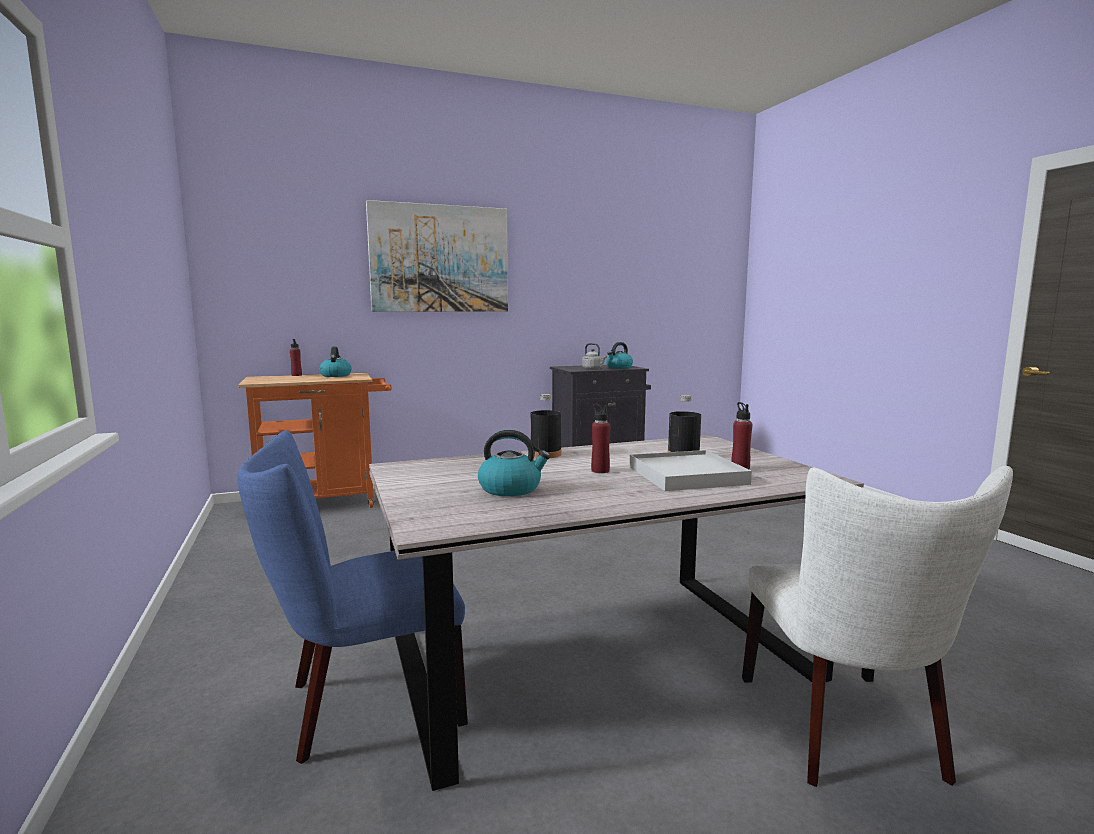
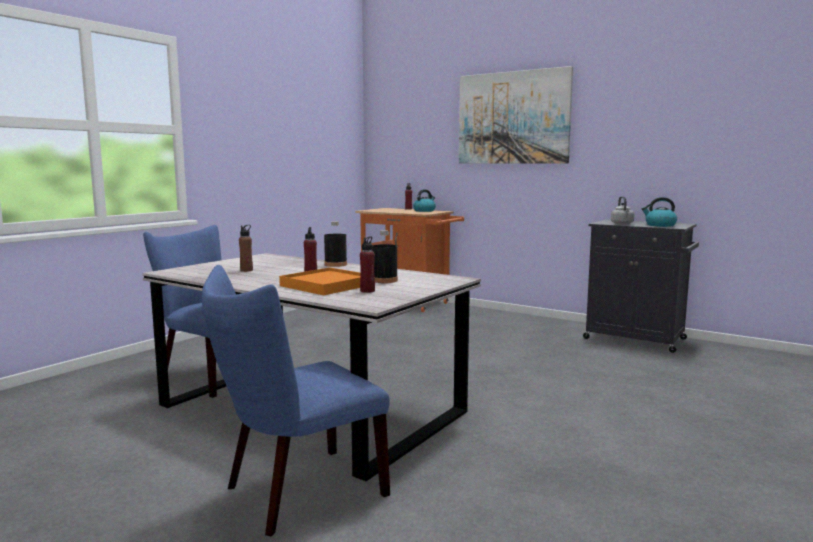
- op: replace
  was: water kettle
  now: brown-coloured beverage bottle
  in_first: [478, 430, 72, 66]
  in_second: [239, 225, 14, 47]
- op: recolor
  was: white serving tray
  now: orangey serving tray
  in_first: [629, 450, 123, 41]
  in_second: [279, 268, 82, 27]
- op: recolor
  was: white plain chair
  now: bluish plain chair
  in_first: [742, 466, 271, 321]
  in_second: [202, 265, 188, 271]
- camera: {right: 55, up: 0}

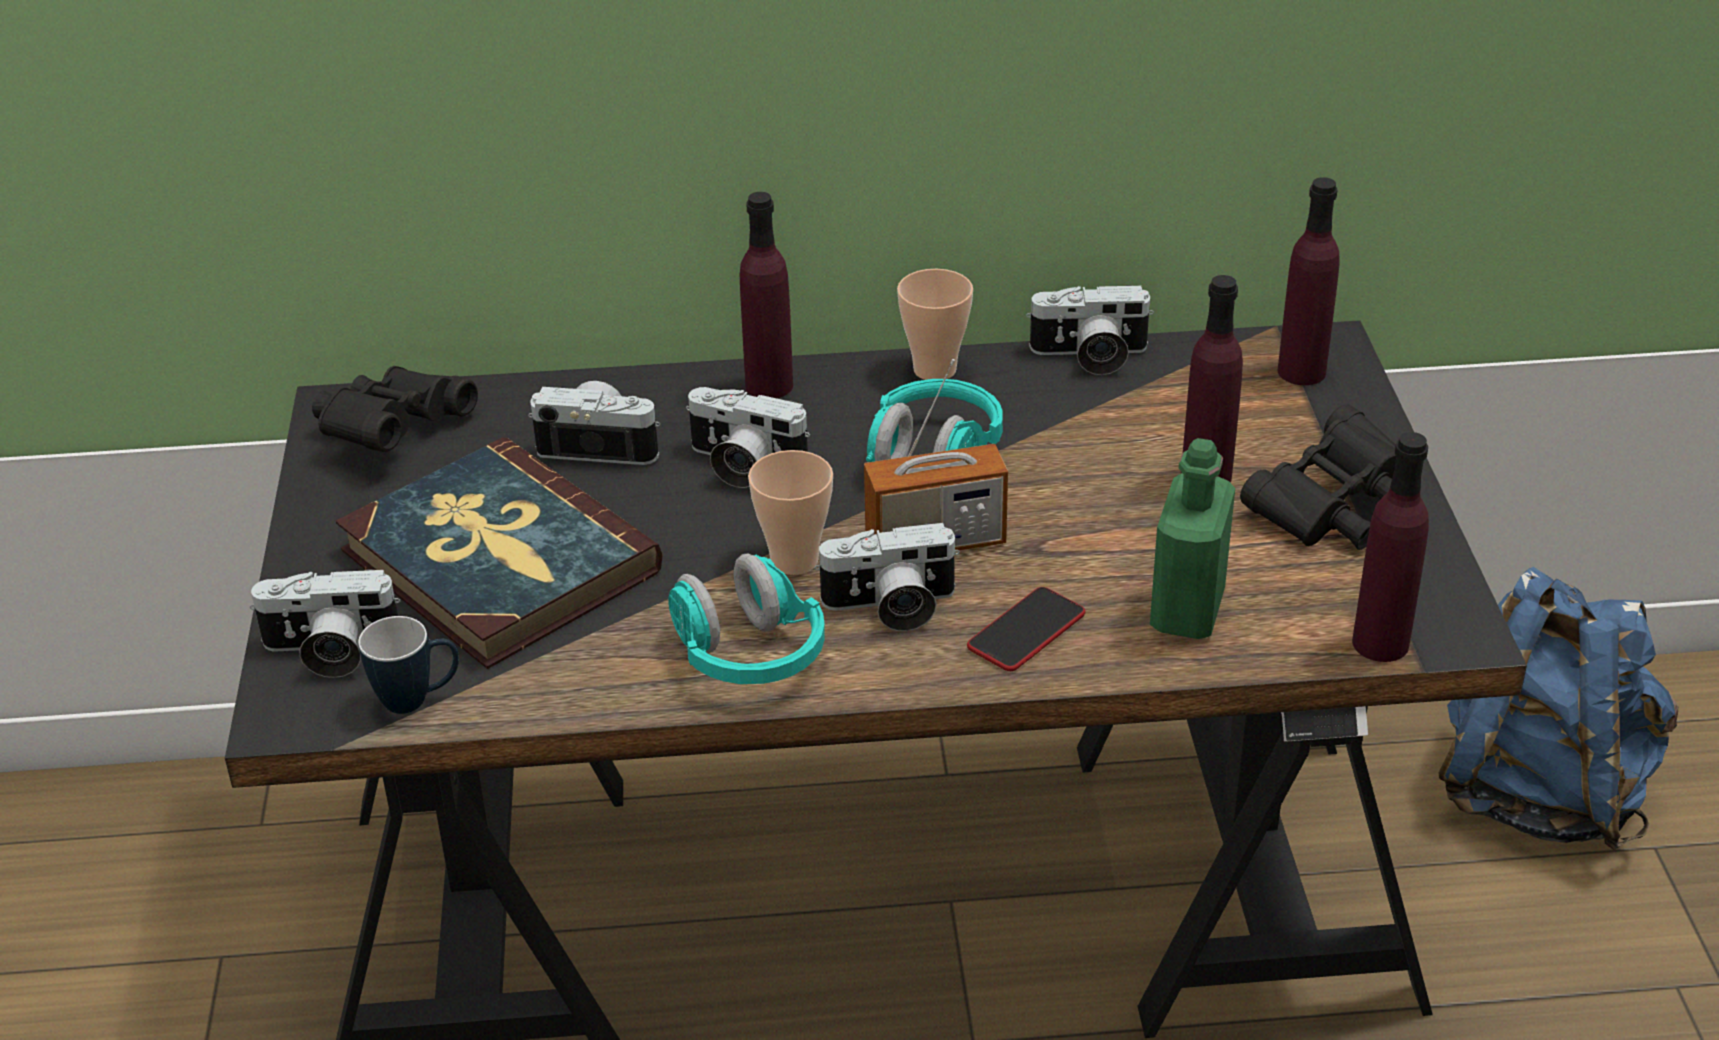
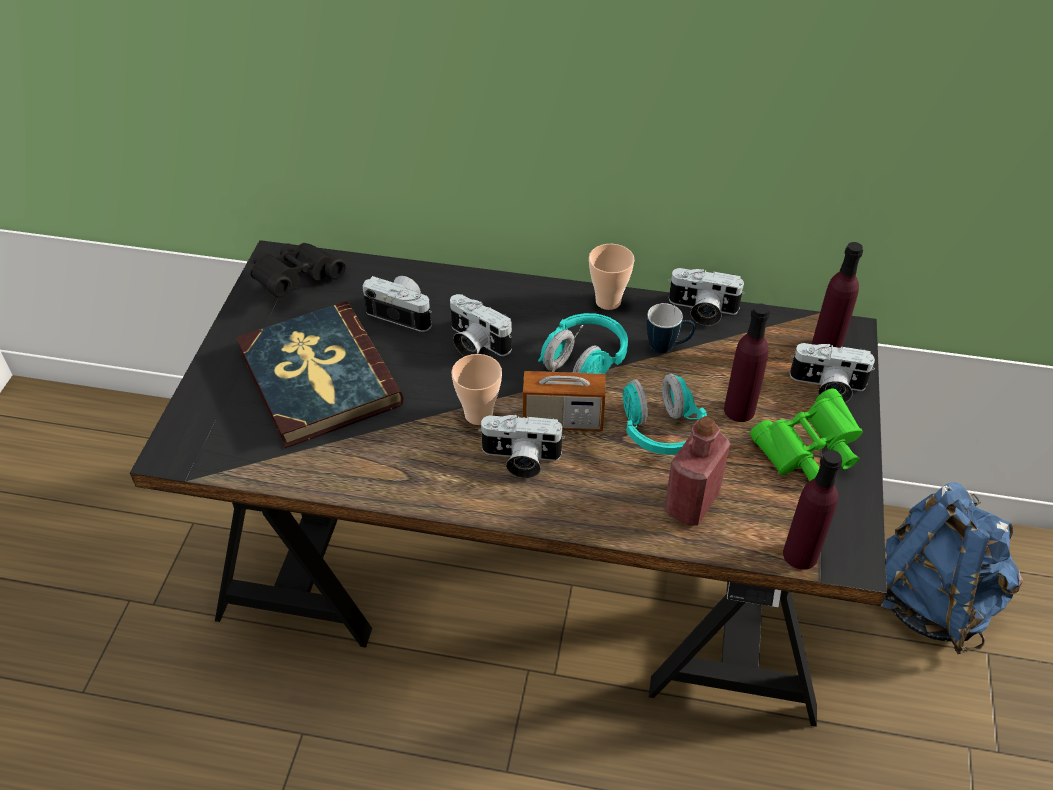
- op: delete
  was: purple beverage bottle
  in_first: [740, 192, 53, 206]
- op: recolor
  was: black field glasses
  now: green-coloured field glasses
  in_first: [1240, 404, 156, 146]
  in_second: [750, 389, 113, 92]
- op: recolor
  was: green-coloured beverage bottle
  now: reddish beverage bottle
  in_first: [1150, 438, 85, 201]
  in_second: [664, 416, 66, 110]
- op: move
  was: turquoise pair of headphones
  in_first: [668, 554, 156, 130]
  in_second: [623, 373, 84, 82]
- op: move
  was: still camera
  in_first: [249, 569, 151, 109]
  in_second: [789, 343, 86, 60]
- op: delete
  was: handset
  in_first: [967, 587, 118, 84]
- op: move
  was: tea mug
  in_first: [358, 616, 101, 98]
  in_second: [647, 303, 48, 50]
- camera: {right: 15, up: 10}

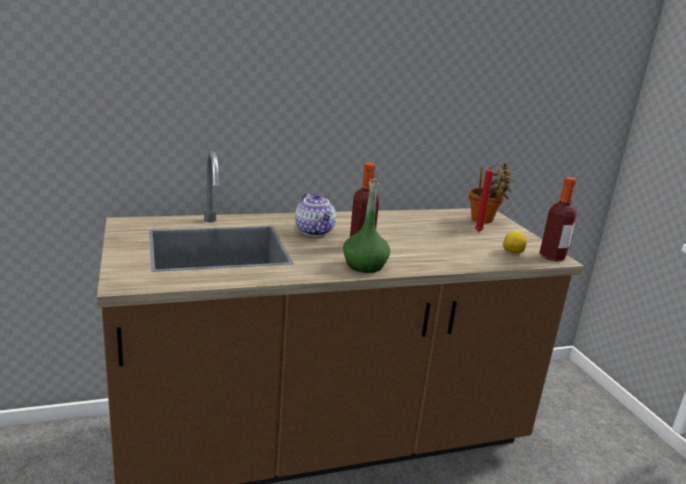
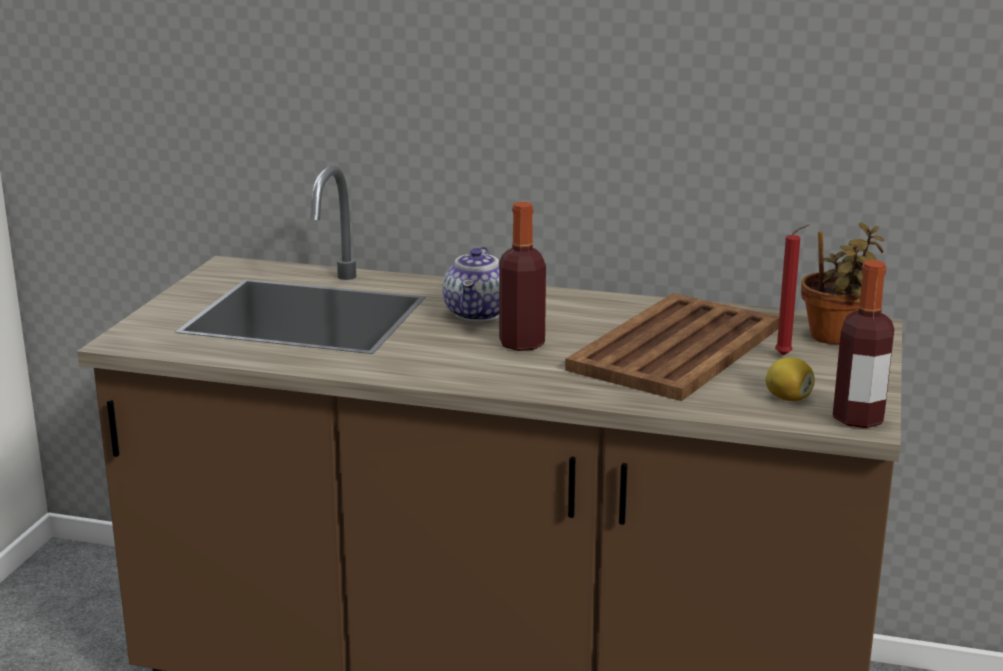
- op: delete
  was: green-coloured beverage bottle
  in_first: [343, 179, 47, 94]
- op: insert
  now: brown-coloured serving tray
  in_second: [565, 293, 214, 108]
- camera: {right: 35, up: 0}

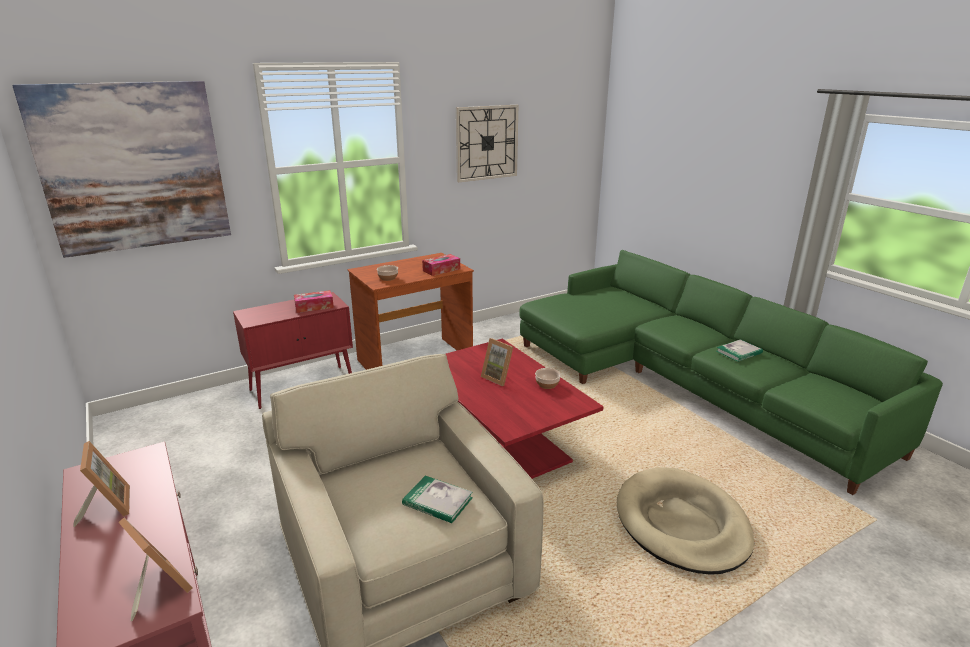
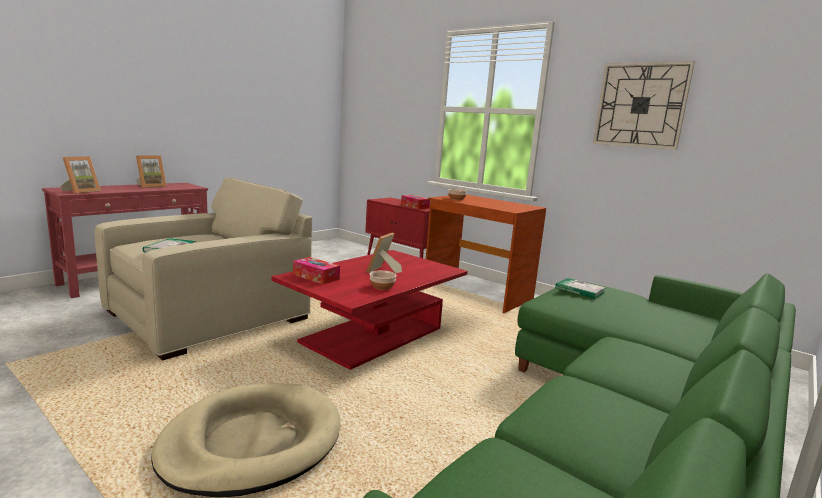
- op: delete
  was: wall art
  in_first: [12, 81, 219, 177]
- op: move
  was: tissue holder
  in_first: [422, 254, 38, 22]
  in_second: [293, 257, 47, 28]
- op: move
  was: bound book
  in_first: [716, 339, 47, 23]
  in_second: [555, 278, 51, 21]
- camera: {right: 70, up: -10}

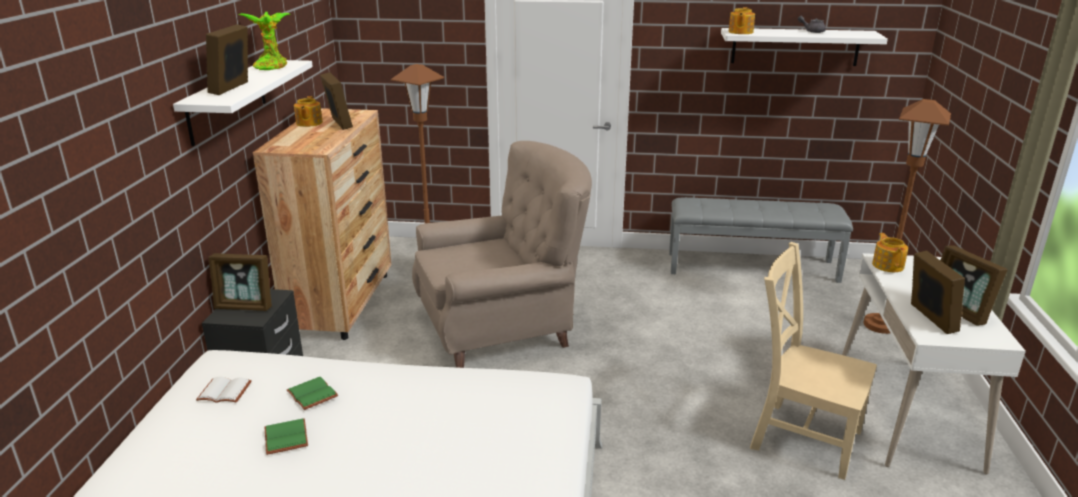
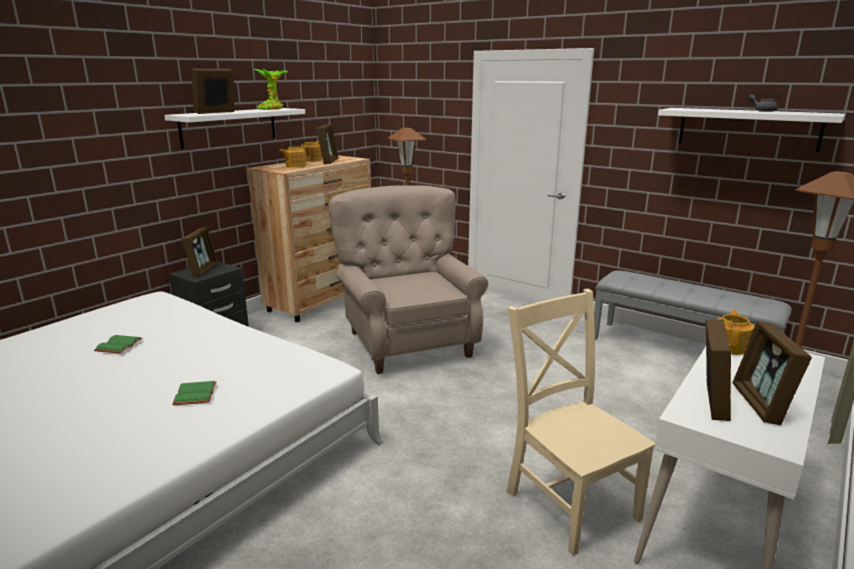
- op: move
  was: tea pot
  in_first: [728, 7, 27, 27]
  in_second: [280, 146, 30, 22]
- op: rotate
  was: beige-coloured easy chair
  in_first: [412, 141, 180, 227]
  in_second: [328, 185, 160, 189]
  clockwise: -120
- op: rotate
  was: photo frame
  in_first: [208, 253, 64, 58]
  in_second: [181, 227, 37, 50]
  clockwise: -120
- op: delete
  was: white bound book
  in_first: [196, 377, 56, 26]
- op: move
  was: green-coloured bound book
  in_first: [287, 377, 51, 33]
  in_second: [172, 381, 45, 24]
- camera: {right: 30, up: -5}

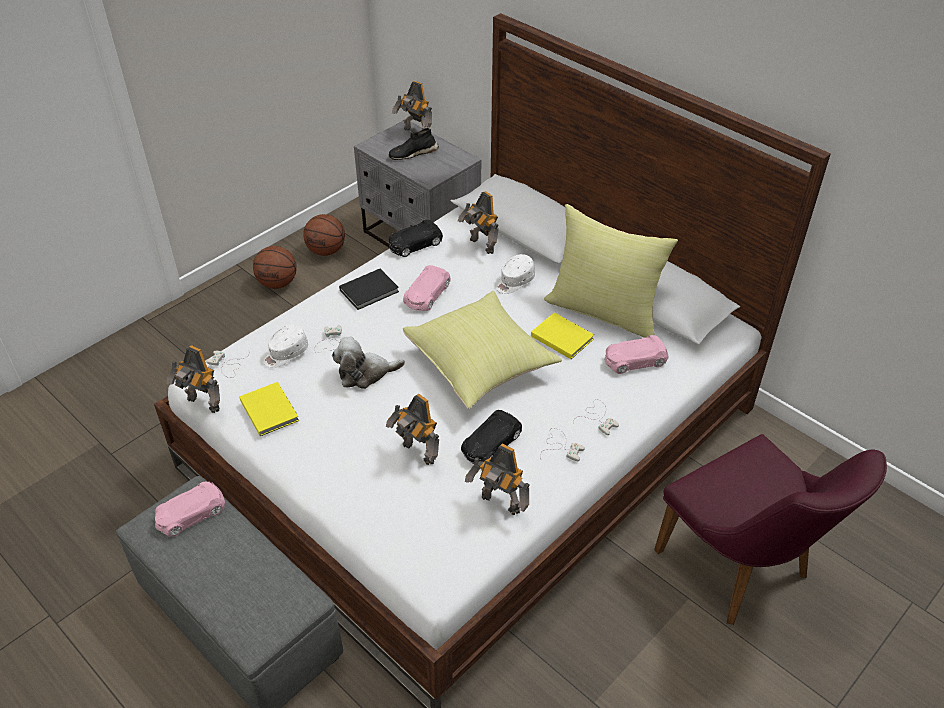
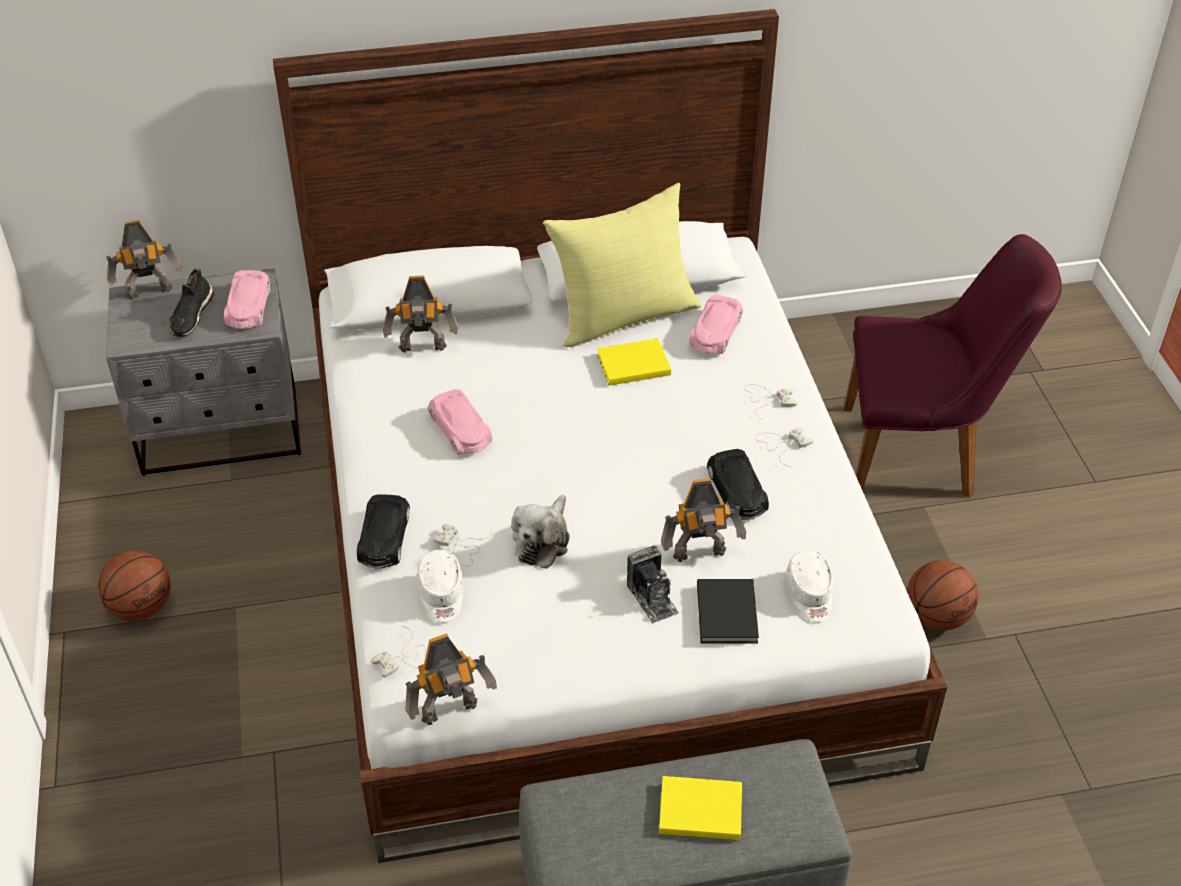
- op: move
  was: ball for basketball
  in_first: [303, 214, 42, 42]
  in_second: [907, 560, 71, 71]
- op: move
  was: black toy car
  in_first: [389, 220, 54, 37]
  in_second: [357, 495, 53, 74]
- op: move
  was: white baseball cap
  in_first: [496, 254, 39, 40]
  in_second: [785, 550, 48, 72]
- op: move
  was: black bound book
  in_first: [339, 269, 60, 41]
  in_second: [697, 579, 62, 64]
- op: delete
  was: yellow-coloured pillow
  in_first: [403, 291, 159, 118]
- op: move
  was: yellow-coloured bound book
  in_first: [239, 382, 60, 54]
  in_second: [659, 776, 83, 64]
- op: delete
  was: robot figure
  in_first: [465, 444, 64, 71]
- op: move
  was: pink toy car
  in_first: [155, 481, 70, 56]
  in_second: [224, 270, 46, 59]
- op: insert
  now: still camera
  in_second: [627, 546, 52, 78]
- camera: {right: -55, up: 0}

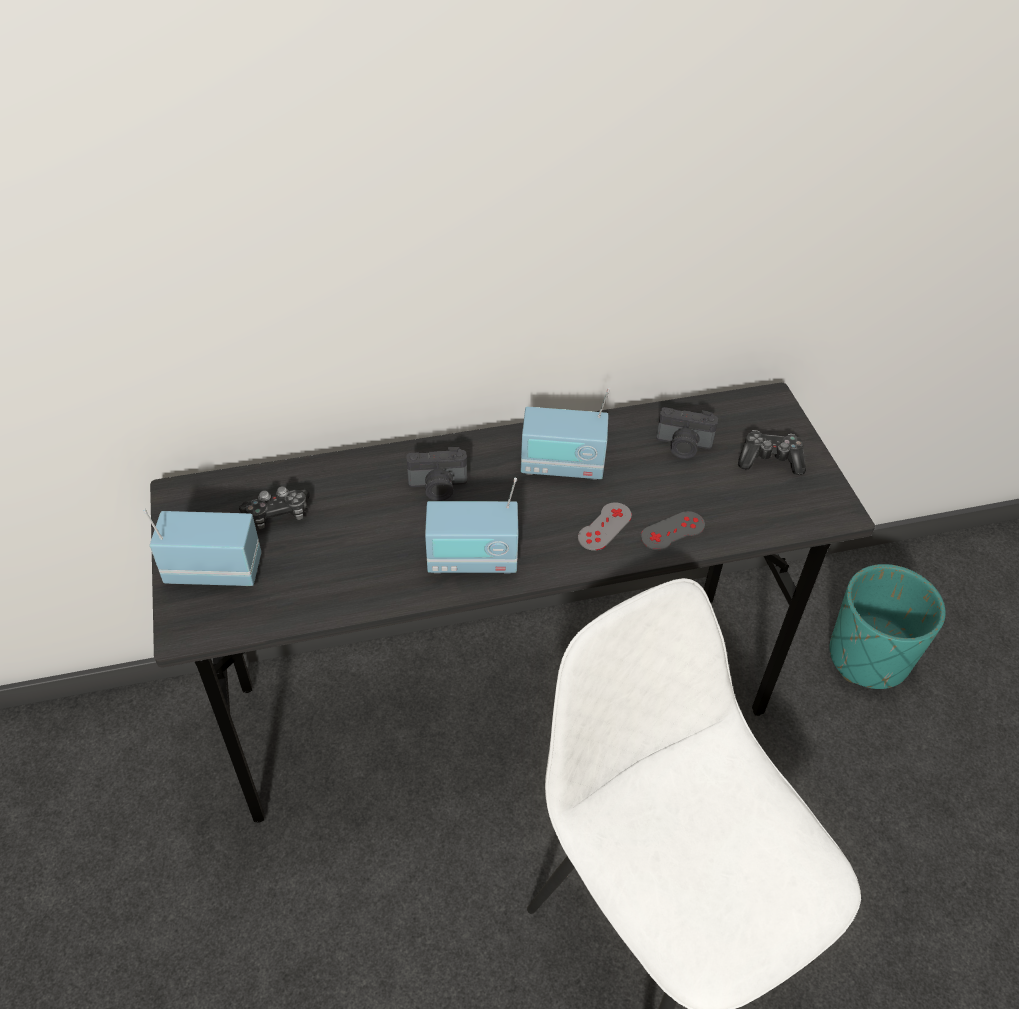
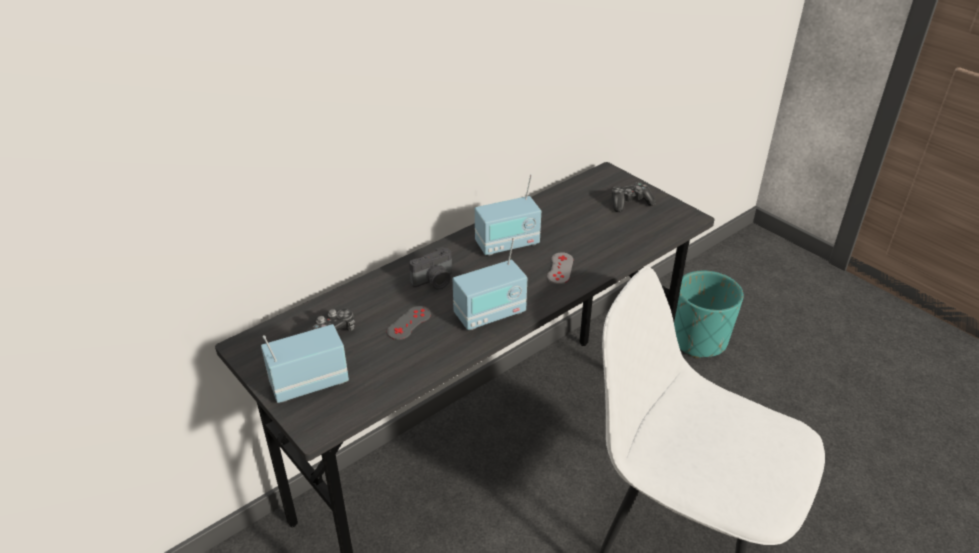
- op: delete
  was: still camera
  in_first: [656, 407, 62, 52]
- op: move
  was: greyish gamepad
  in_first: [641, 511, 64, 39]
  in_second: [387, 306, 44, 34]
- camera: {right: -25, up: -10}

